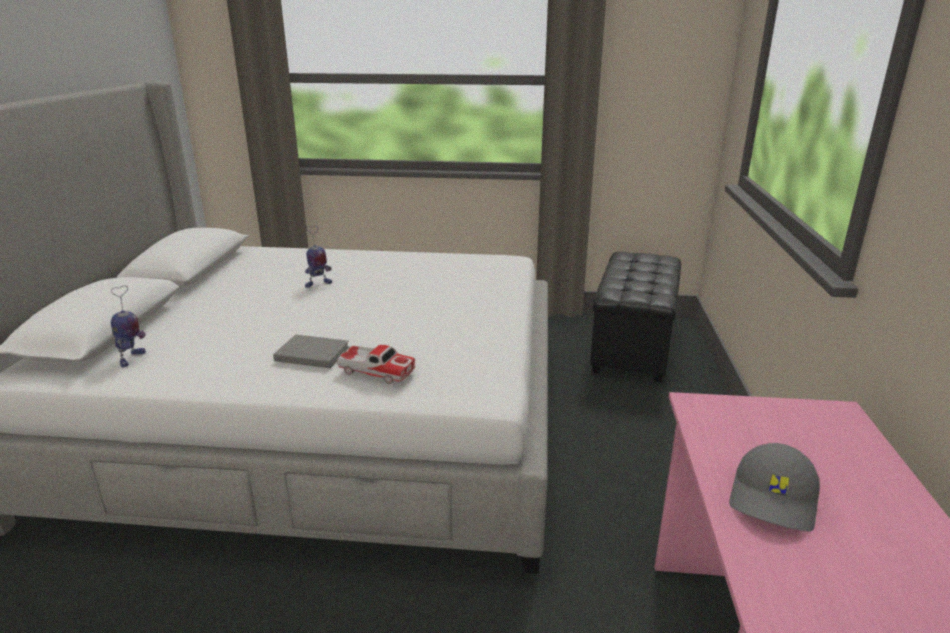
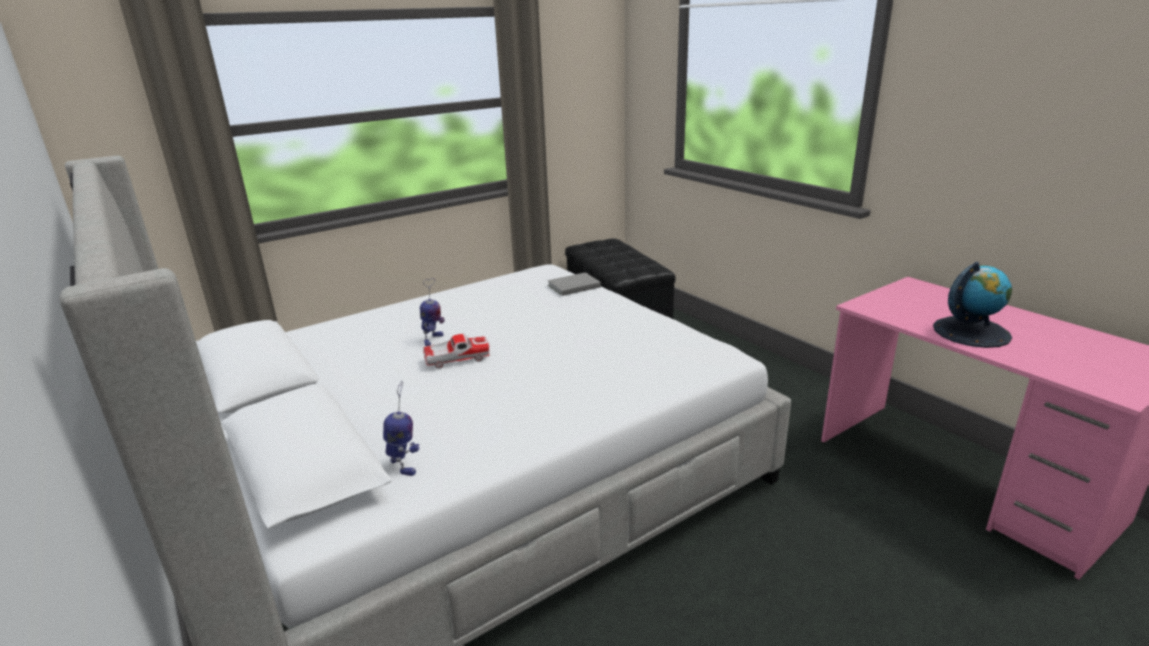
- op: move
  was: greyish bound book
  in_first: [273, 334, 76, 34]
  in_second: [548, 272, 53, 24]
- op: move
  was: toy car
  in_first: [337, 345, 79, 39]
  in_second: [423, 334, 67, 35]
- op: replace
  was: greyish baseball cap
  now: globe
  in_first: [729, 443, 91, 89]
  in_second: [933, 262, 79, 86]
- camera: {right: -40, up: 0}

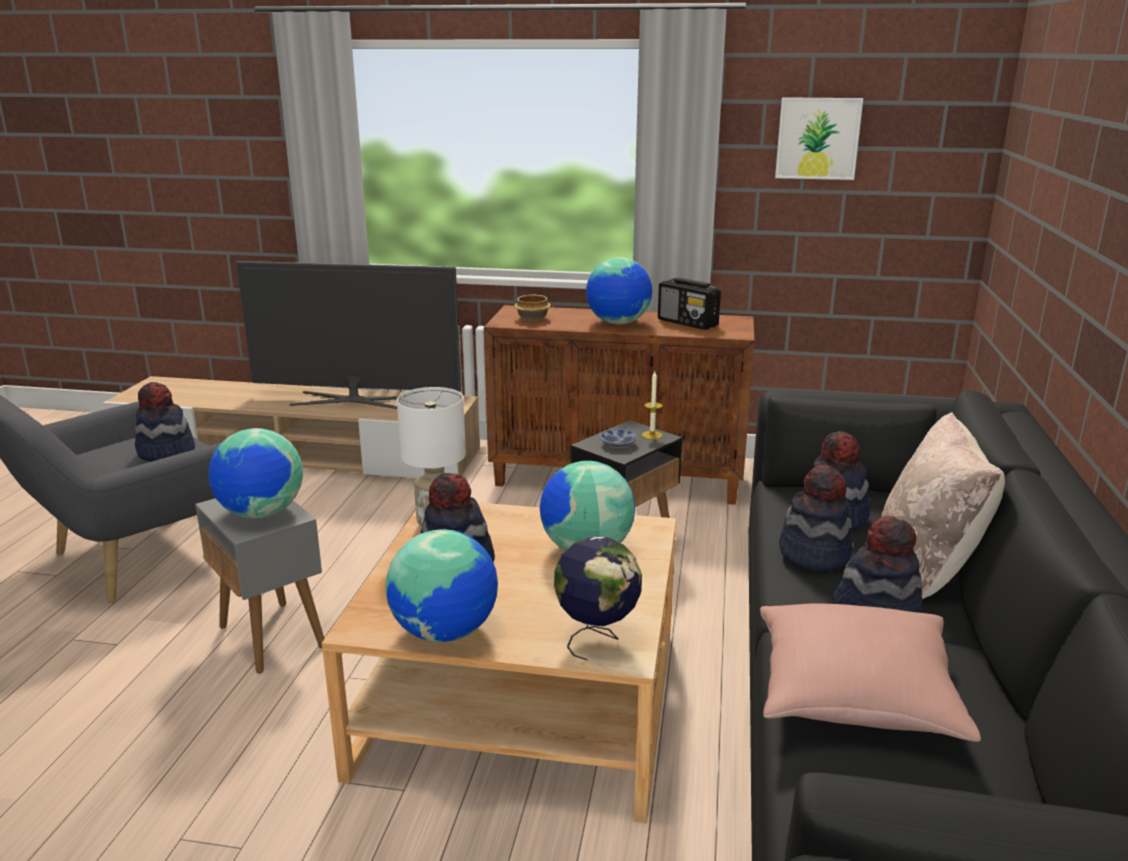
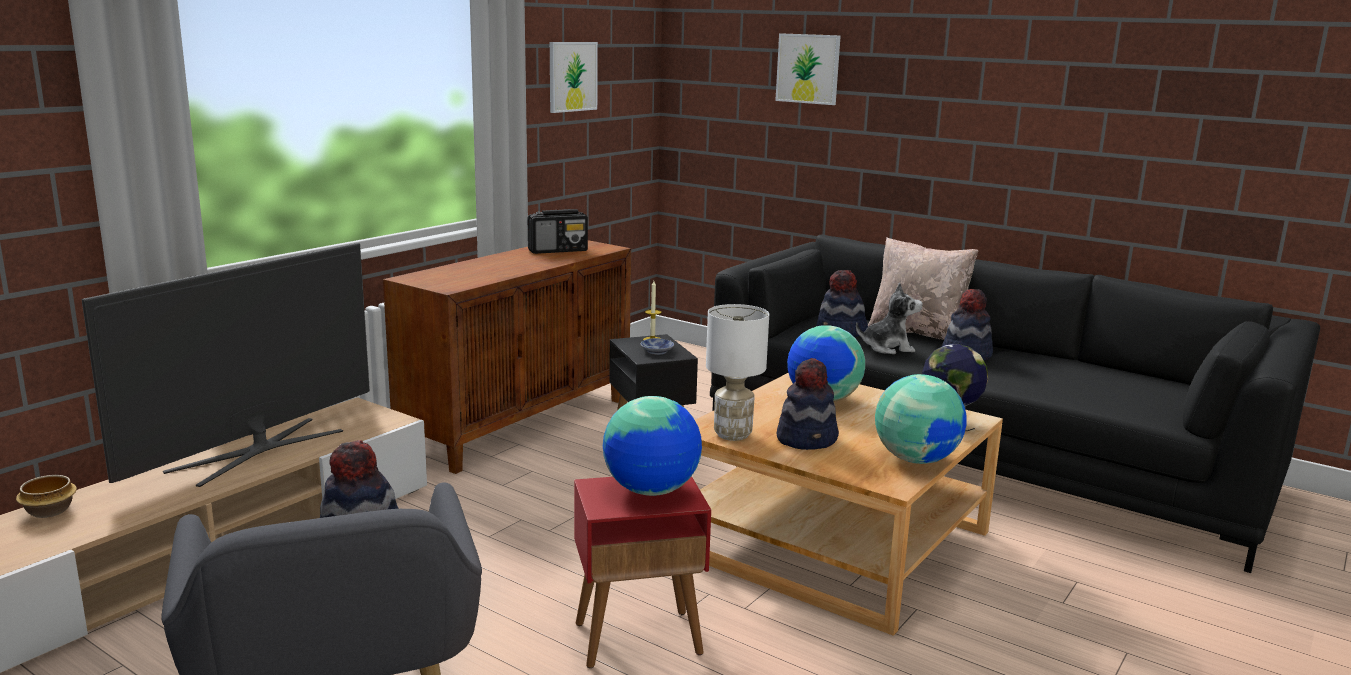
- op: delete
  was: globe
  in_first: [586, 257, 67, 67]
- op: move
  was: serving bowl
  in_first: [514, 295, 37, 27]
  in_second: [16, 475, 61, 43]
- op: replace
  was: hat
  now: cuddly toy
  in_first: [779, 465, 74, 106]
  in_second: [856, 283, 67, 71]
- op: recolor
  was: greyish accent table
  now: reddish accent table
  in_first: [195, 498, 130, 176]
  in_second: [574, 476, 137, 192]
- op: delete
  was: pink pillow
  in_first: [760, 604, 221, 138]
- op: insert
  now: wall art
  in_second: [775, 33, 66, 72]
- camera: {right: -65, up: -5}

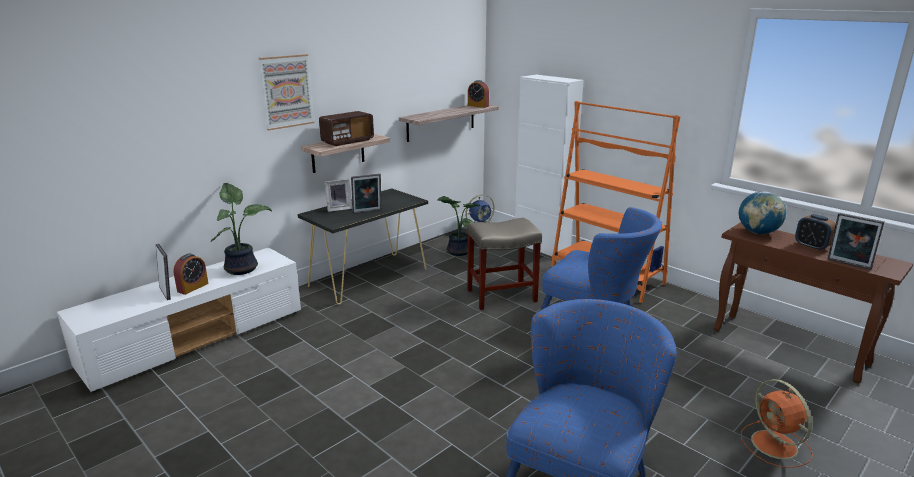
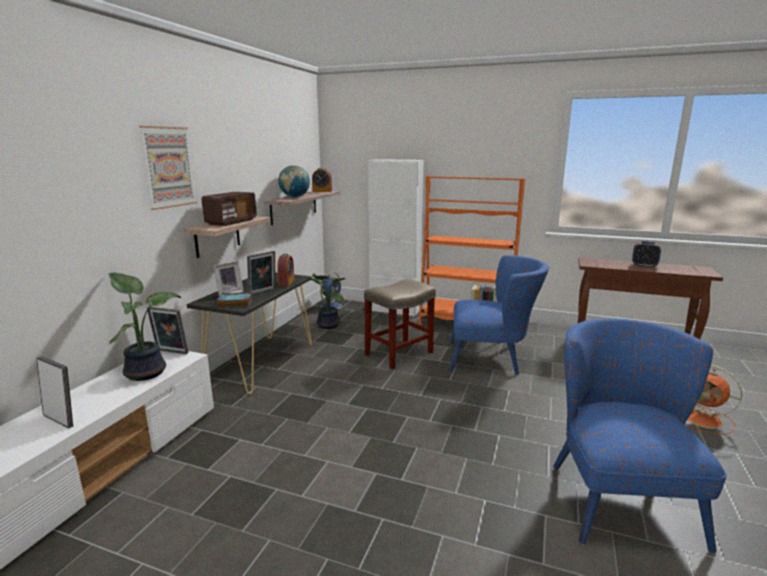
- op: move
  was: globe
  in_first: [739, 191, 47, 43]
  in_second: [278, 165, 32, 33]
- op: move
  was: photo frame
  in_first: [828, 213, 57, 57]
  in_second: [147, 307, 42, 47]
- op: move
  was: table clock
  in_first: [173, 254, 36, 41]
  in_second: [277, 254, 17, 32]
- op: insert
  now: bound book
  in_second: [216, 292, 37, 15]
- camera: {right: -25, up: -5}

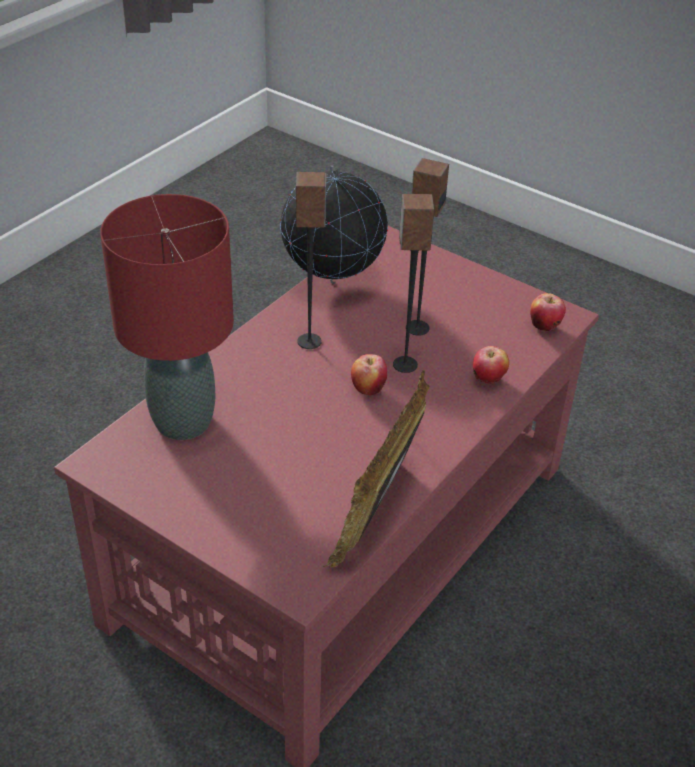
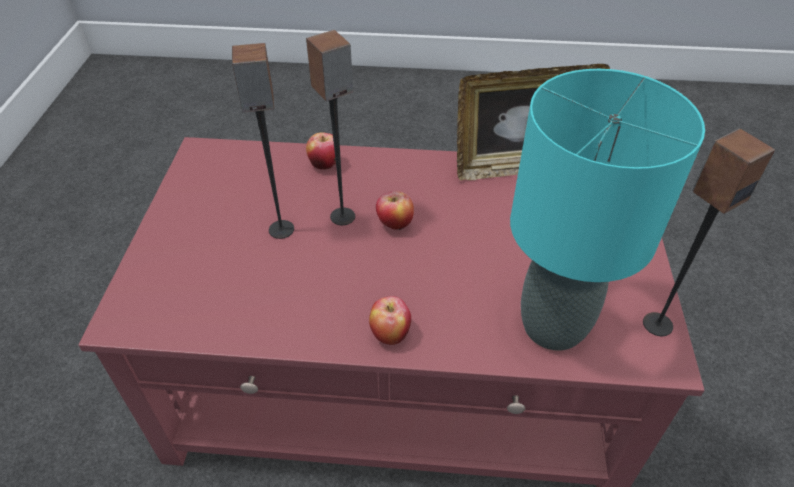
- op: delete
  was: globe
  in_first: [280, 165, 108, 119]
- op: move
  was: speaker
  in_first: [296, 172, 30, 177]
  in_second: [643, 128, 132, 208]
- op: recolor
  was: reddish lamp for a table
  now: turquoise lamp for a table
  in_first: [100, 194, 134, 246]
  in_second: [510, 69, 195, 282]
- op: move
  was: apple
  in_first: [530, 293, 36, 38]
  in_second: [369, 296, 42, 49]
- camera: {right: -120, up: 5}

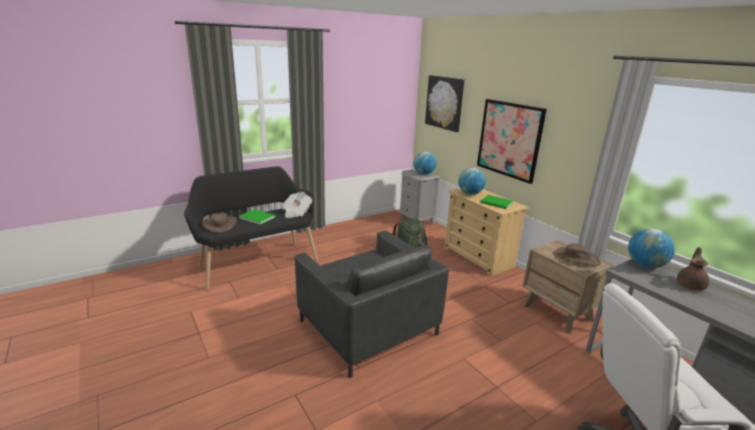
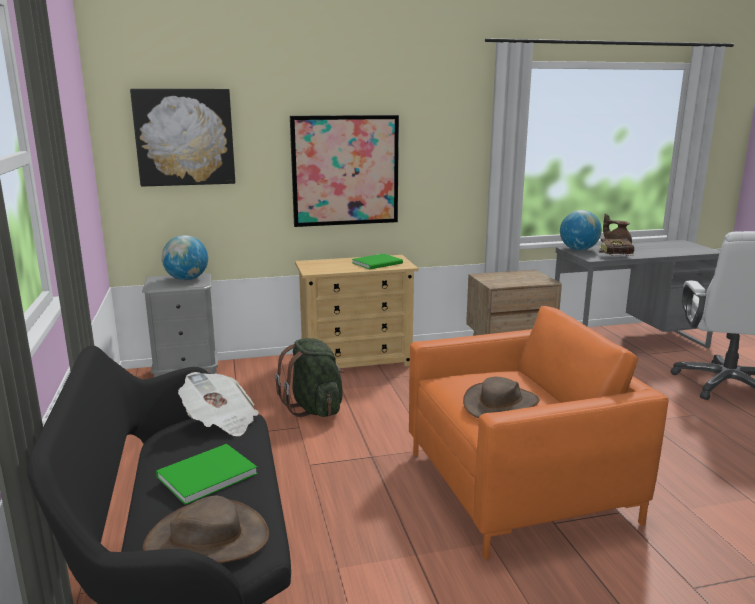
- op: delete
  was: globe
  in_first: [458, 168, 28, 27]
- op: recolor
  was: greyish easy chair
  now: orangey easy chair
  in_first: [295, 231, 154, 147]
  in_second: [409, 306, 260, 253]
- op: move
  was: brown-coloured hat
  in_first: [553, 243, 47, 23]
  in_second: [463, 377, 77, 41]
- op: insert
  now: bound book
  in_second: [599, 237, 35, 19]
- camera: {right: -70, up: -5}

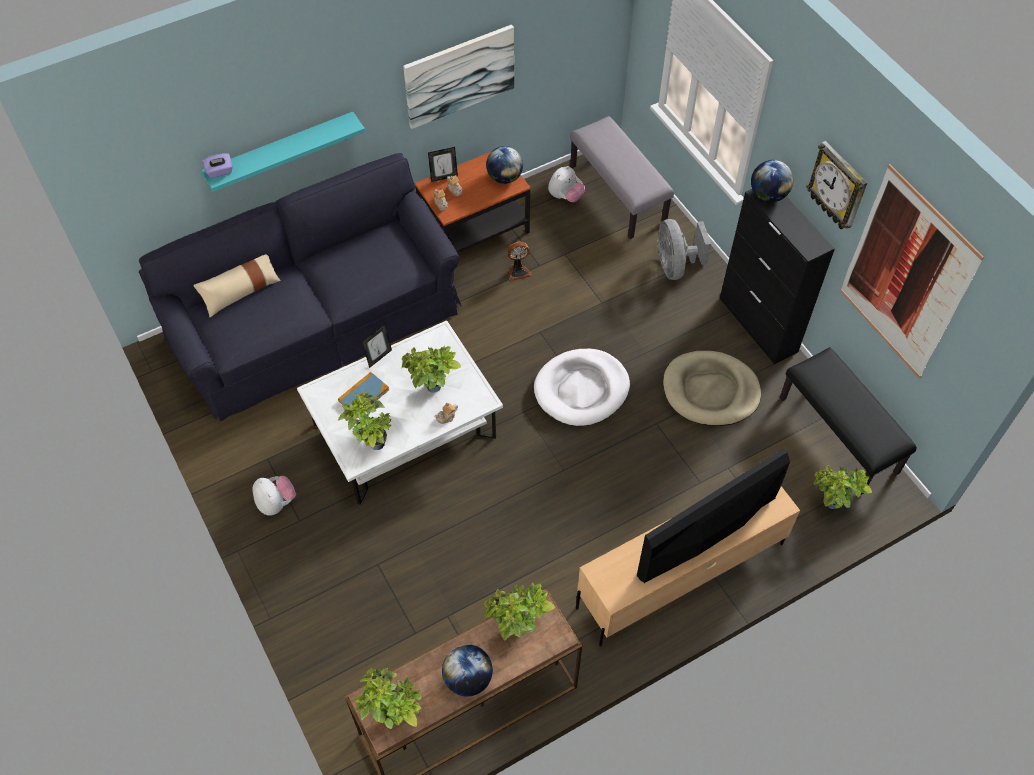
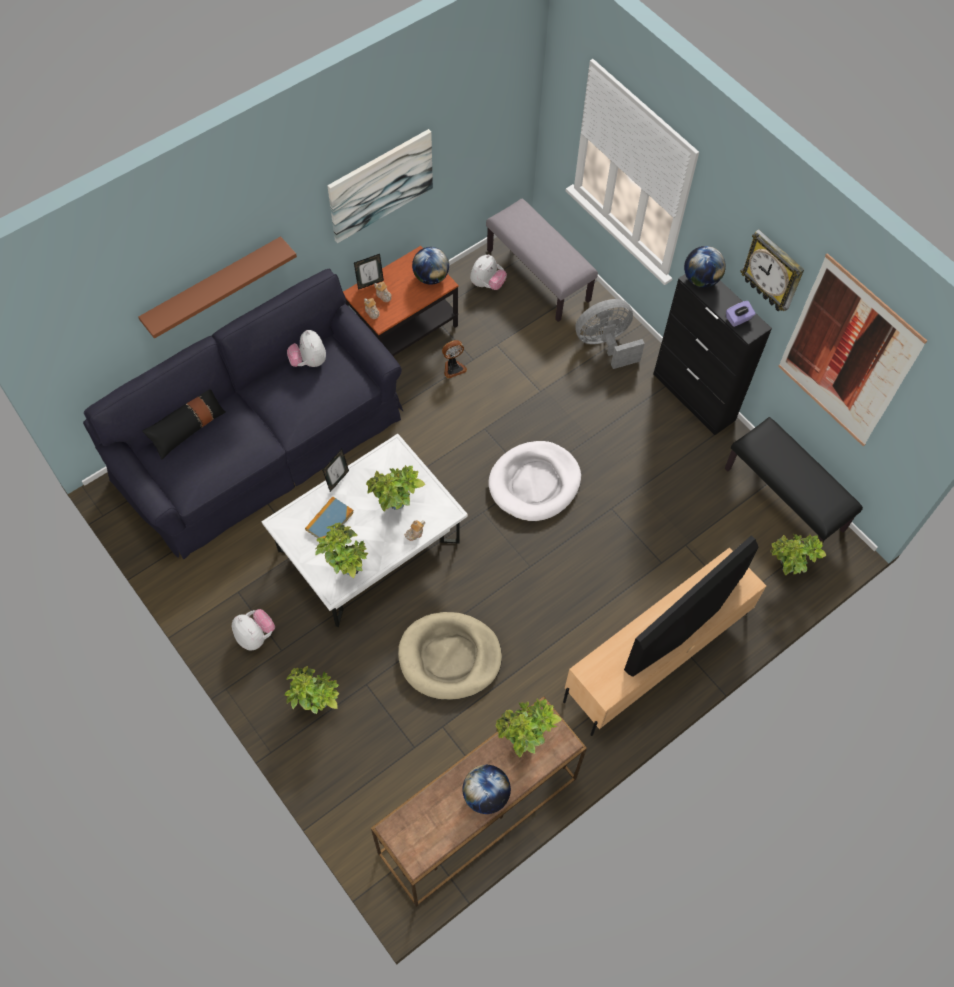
- op: recolor
  was: turquoise bracket shelf
  now: brown-coloured bracket shelf
  in_first: [201, 112, 164, 80]
  in_second: [138, 236, 159, 103]
- op: move
  was: purple tissue holder
  in_first: [202, 153, 31, 25]
  in_second: [726, 301, 30, 26]
- op: rotate
  was: greyish cooling fan
  in_first: [657, 219, 54, 61]
  in_second: [575, 299, 70, 70]
  clockwise: 90
- op: recolor
  was: beige-coloured pillow
  now: black pillow
  in_first: [193, 254, 88, 63]
  in_second: [142, 390, 84, 70]
- op: move
  was: beige-coloured dog bed
  in_first: [663, 351, 98, 75]
  in_second: [398, 612, 104, 88]
- op: move
  was: plant in a pot
  in_first: [355, 668, 68, 61]
  in_second: [285, 666, 54, 48]
- op: insert
  now: cuddly toy
  in_second: [287, 330, 39, 37]
- camera: {right: -10, up: 5}

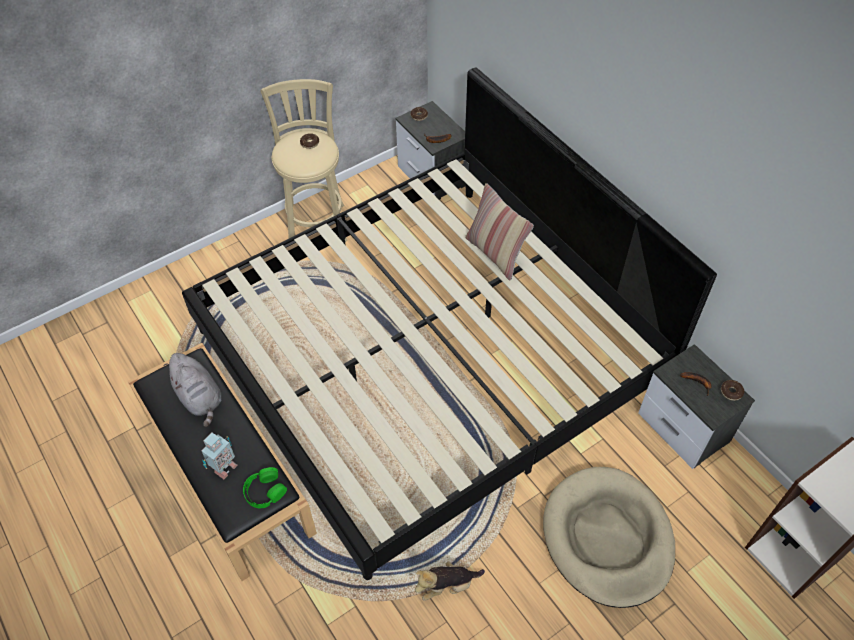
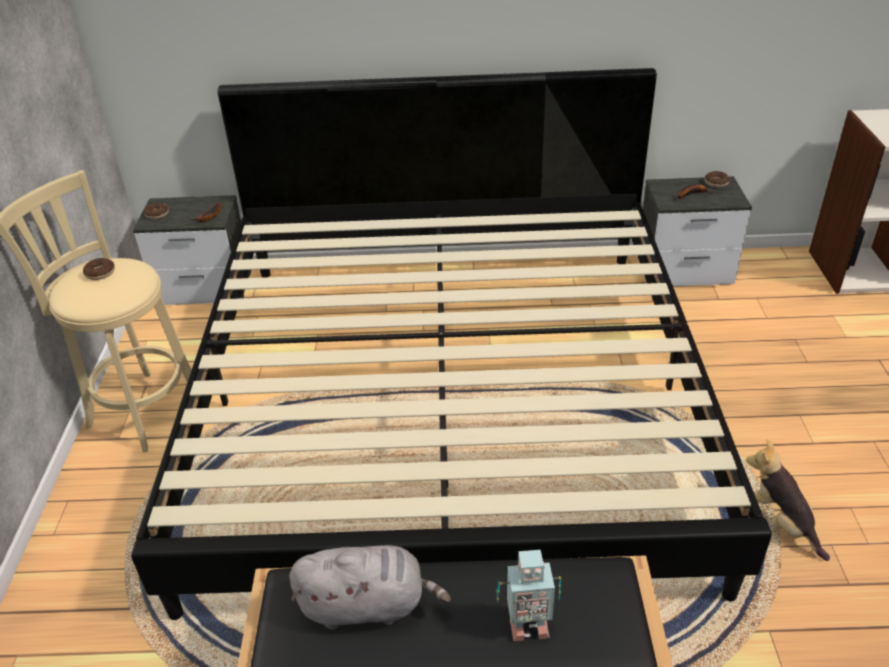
- op: delete
  was: pillow
  in_first: [465, 183, 69, 97]
- op: rotate
  was: robot figure
  in_first: [202, 433, 36, 46]
  in_second: [496, 550, 65, 91]
  clockwise: 105
- op: delete
  was: green-coloured pair of headphones
  in_first: [243, 467, 44, 41]
- op: delete
  was: beige-coloured dog bed
  in_first: [543, 467, 132, 141]
- op: rotate
  was: cuddly toy
  in_first: [415, 562, 70, 39]
  in_second: [746, 440, 84, 121]
  clockwise: 135
- camera: {right: -55, up: -15}

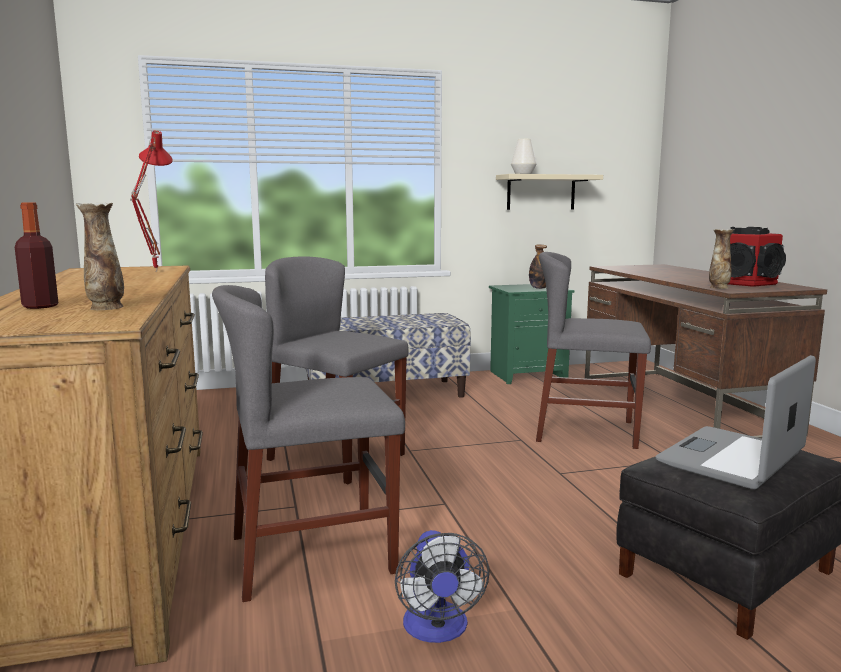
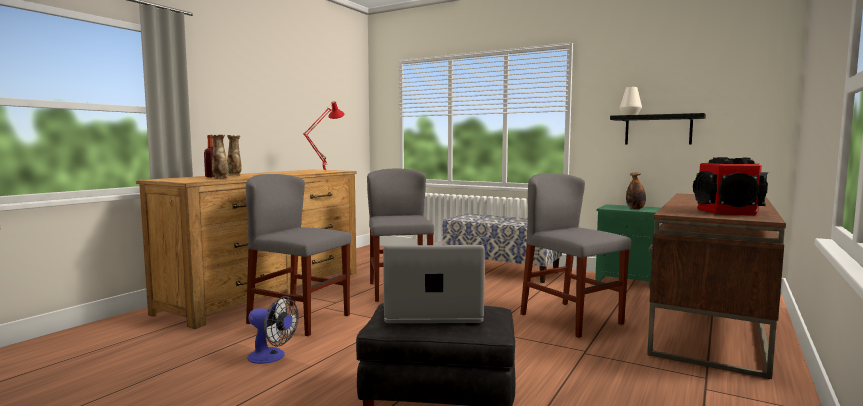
- op: recolor
  was: beige-coloured bracket shelf
  now: black bracket shelf
  in_first: [496, 174, 107, 36]
  in_second: [610, 113, 96, 31]
- op: move
  was: decorative vase
  in_first: [709, 229, 25, 60]
  in_second: [227, 135, 15, 41]
- op: rotate
  was: cooling fan
  in_first: [395, 530, 95, 113]
  in_second: [247, 296, 52, 68]
  clockwise: -105
- camera: {right: 45, up: -5}

